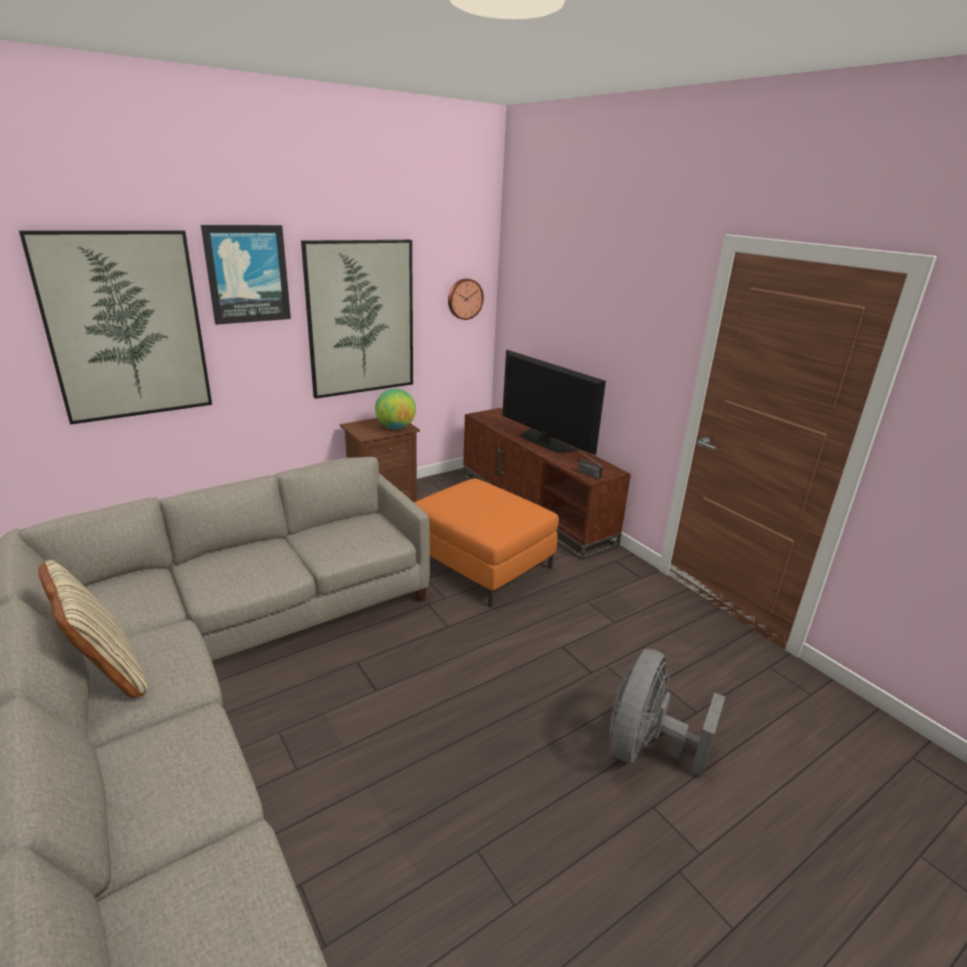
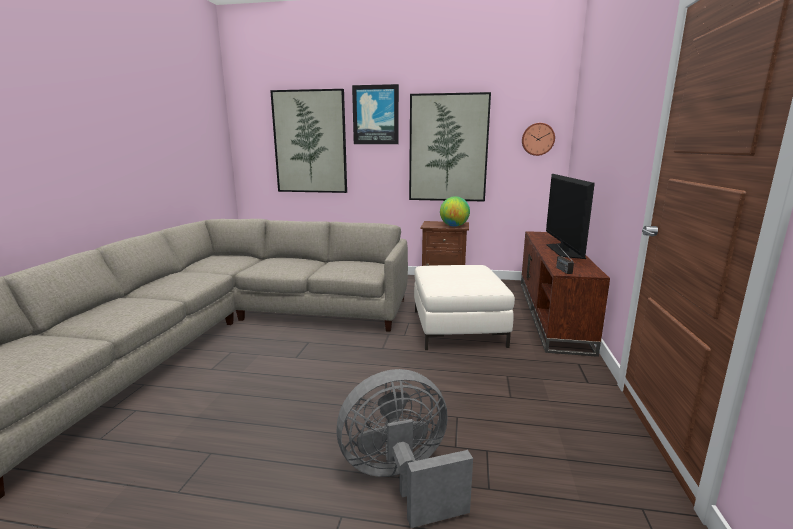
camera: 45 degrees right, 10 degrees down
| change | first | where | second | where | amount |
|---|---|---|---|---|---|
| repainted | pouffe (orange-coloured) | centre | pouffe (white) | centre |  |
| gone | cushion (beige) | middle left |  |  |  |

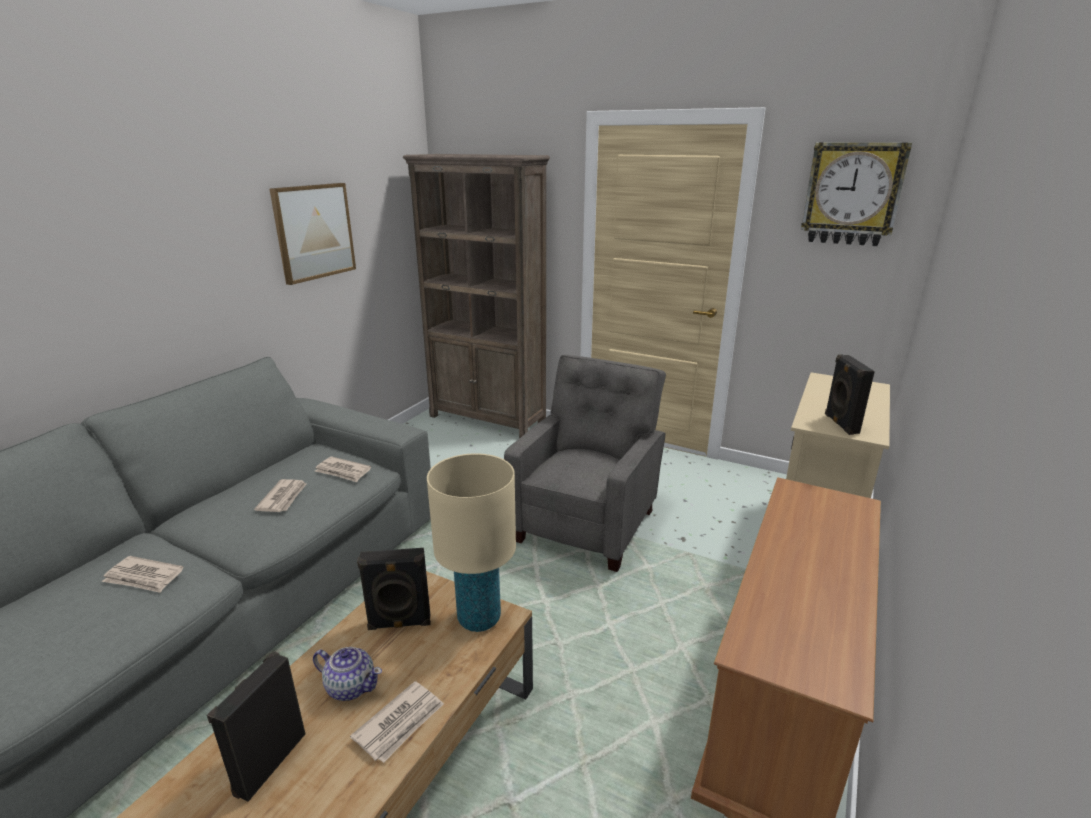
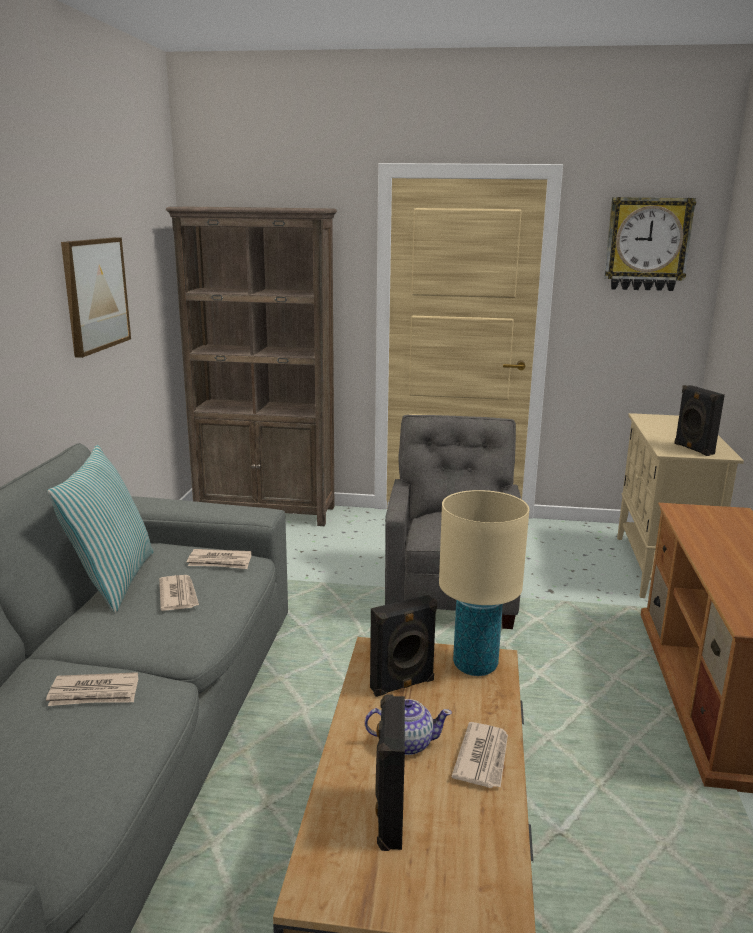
camera: 20 degrees left, 5 degrees down
| change | first | where | second | where | amount |
|---|---|---|---|---|---|
| new |  |  | cushion | middle left |  |

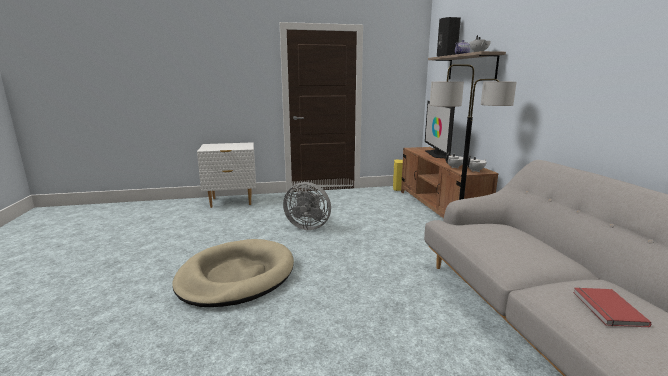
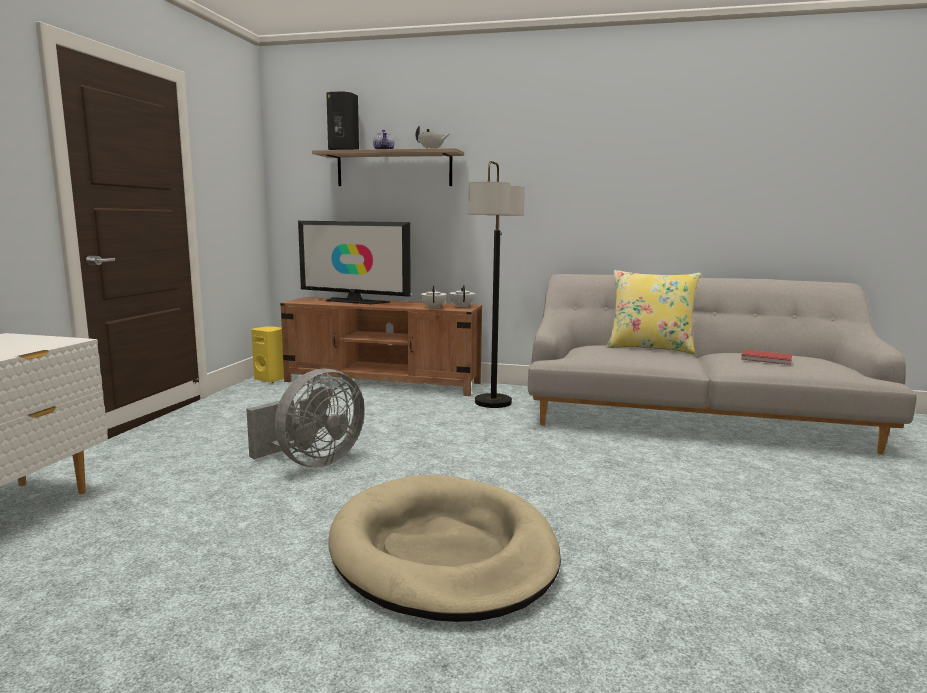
camera: 65 degrees left, 5 degrees down
| change | first | where | second | where | amount |
|---|---|---|---|---|---|
| new |  |  | cushion (yellowish) | middle right |  |

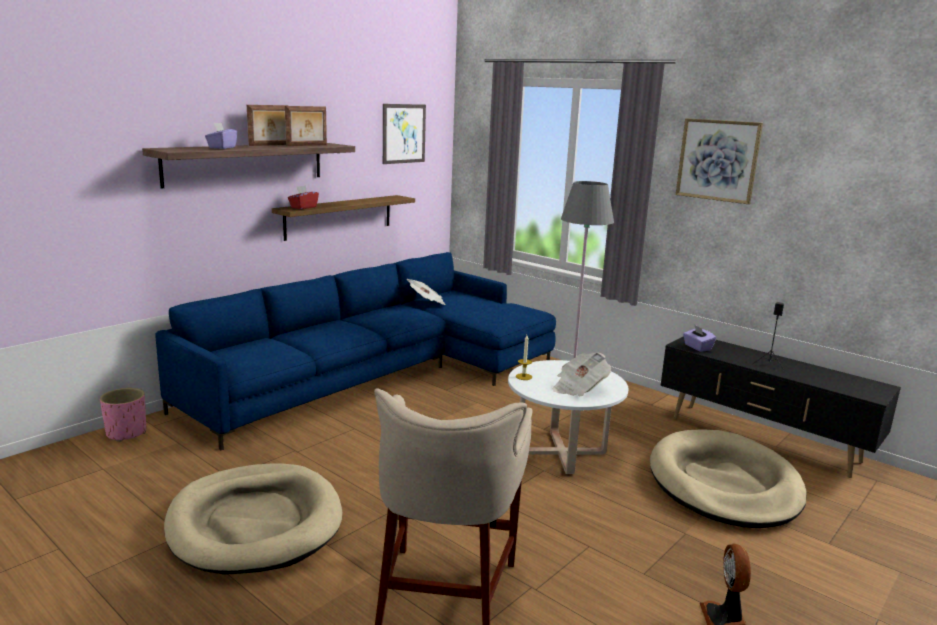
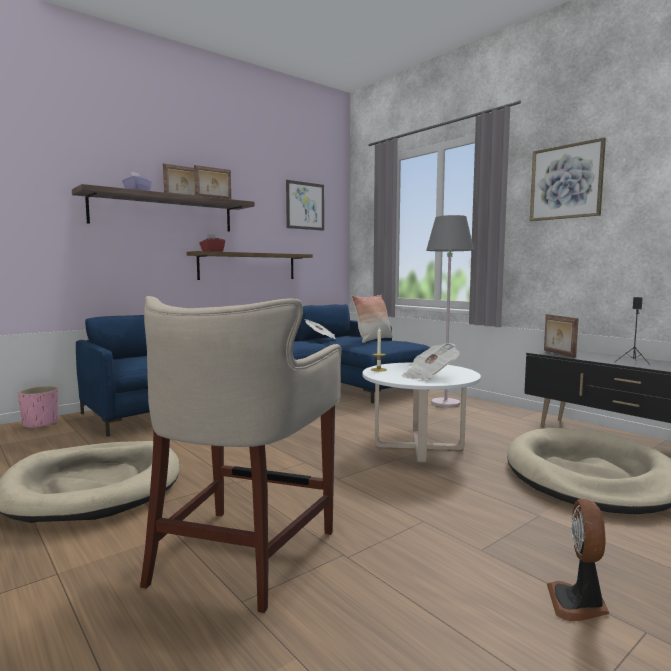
camera: 10 degrees right, 10 degrees down
| change | first | where | second | where | amount |
|---|---|---|---|---|---|
| new |  |  | cushion | centre |  |
| swapped | tissue box (purple) (no. 2 from left) | middle right | standing frame (no. 3 from left) | middle right |  |

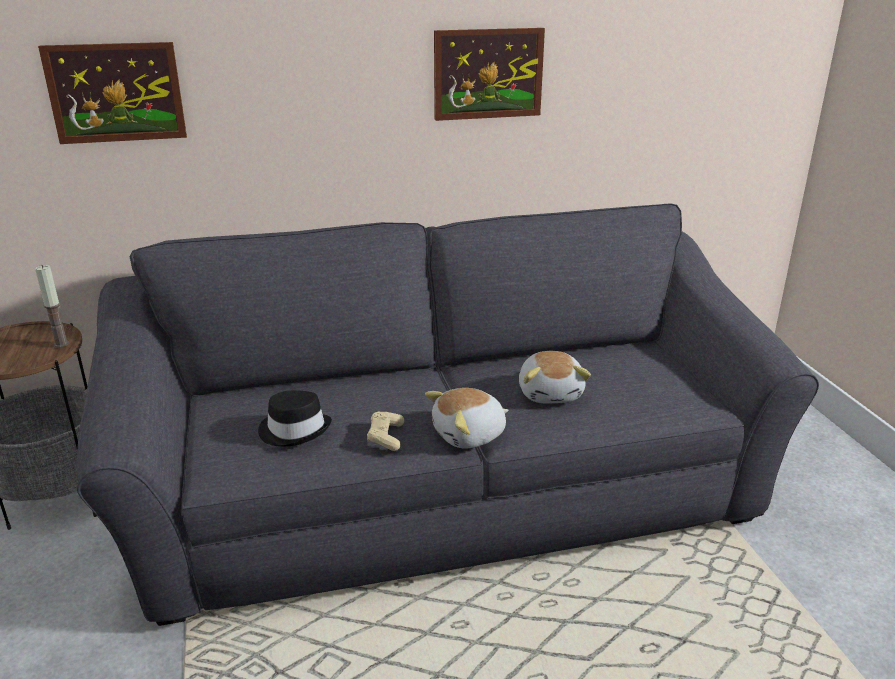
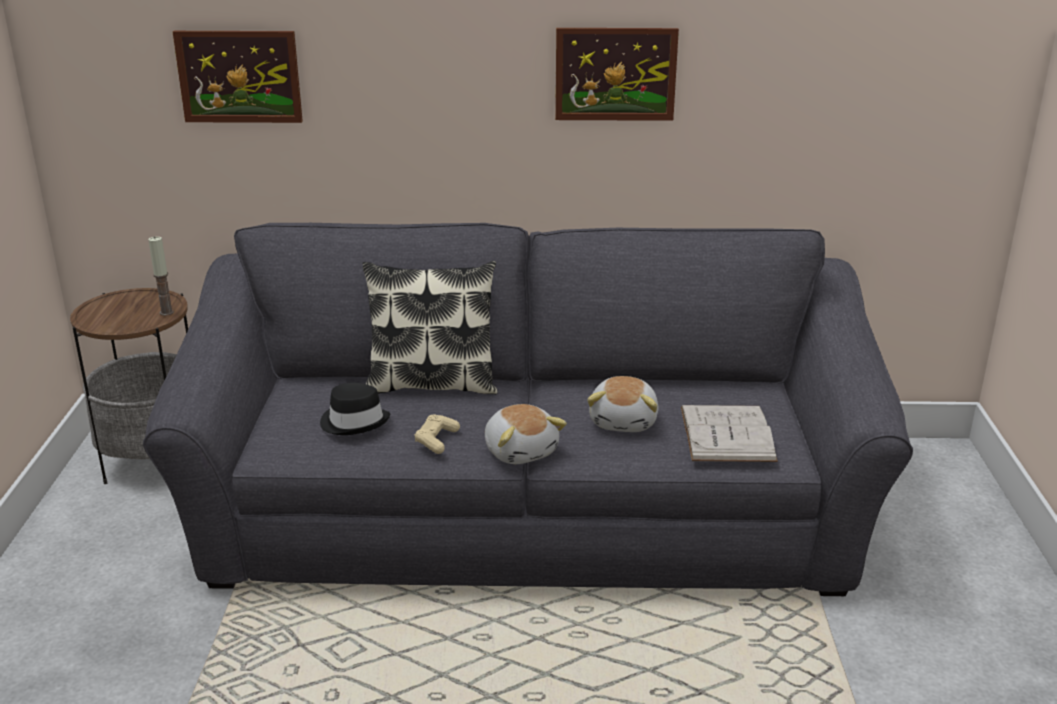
camera: 15 degrees right, 0 degrees up
| change | first | where | second | where | amount |
|---|---|---|---|---|---|
| new |  |  | cushion | centre |  |
| rotated | soft toy (no. 1 from left) | centre |  | centre | 105 degrees counterclockwise |
| new |  |  | volume (white) | middle right |  |

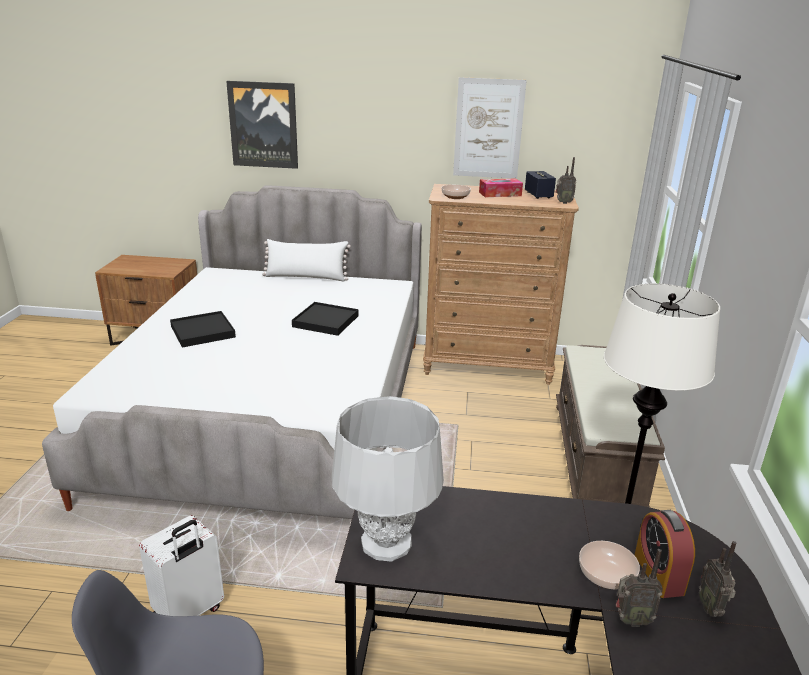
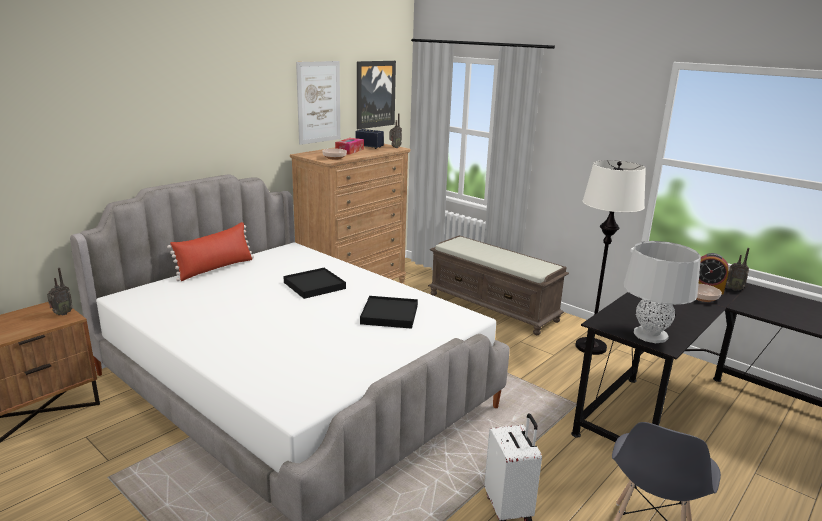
camera: 55 degrees left, 5 degrees down
| change | first | where | second | where | amount |
|---|---|---|---|---|---|
| shifted | radio (no. 2 from left in the first image) | bottom right | radio (no. 1 from left) | middle left |  |
| repainted | cushion (white) | centre | cushion (red) | middle left |  |
| shifted | wall picture (no. 1 from left in the first image) | top left | wall picture (no. 2 from left) | top centre |  |
| shifted | tray (blackish) (no. 1 from left in the first image) | middle left | tray (blackish) (no. 2 from left) | centre |  |

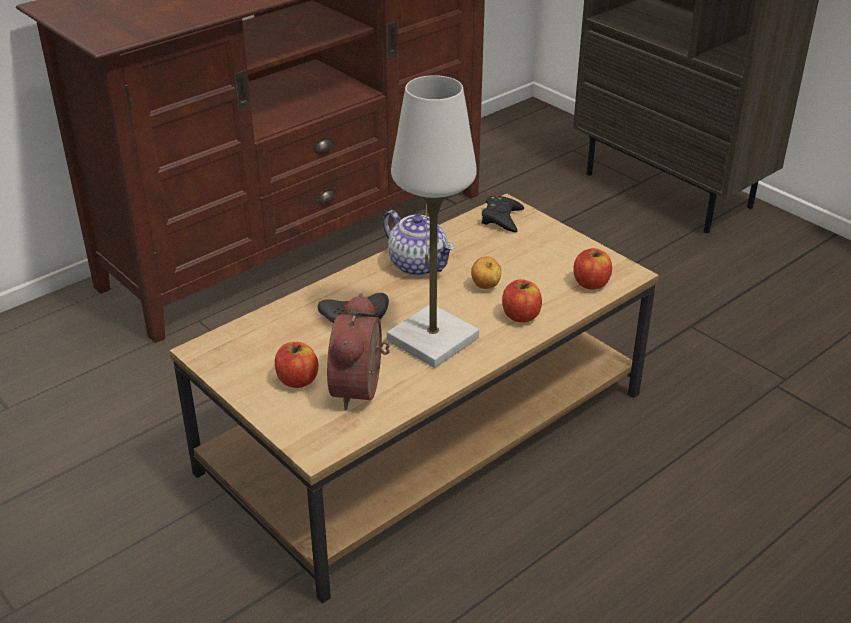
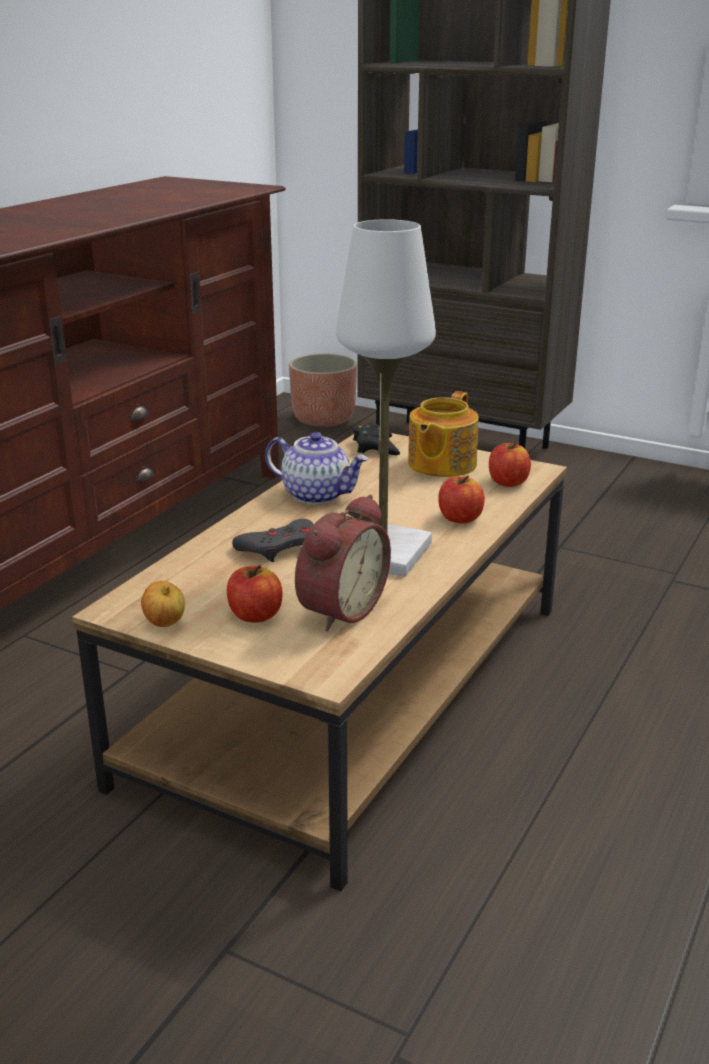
camera: 20 degrees left, 10 degrees down
| change | first | where | second | where | amount |
|---|---|---|---|---|---|
| shifted | whole apple (no. 2 from left in the first image) | centre | whole apple (no. 1 from left) | middle left |  |
| new |  |  | flower pot | centre |  |
| rotated | table clock | centre |  | centre | 135 degrees counterclockwise |
| new |  |  | tea pot (no. 2 from left) | centre |  |

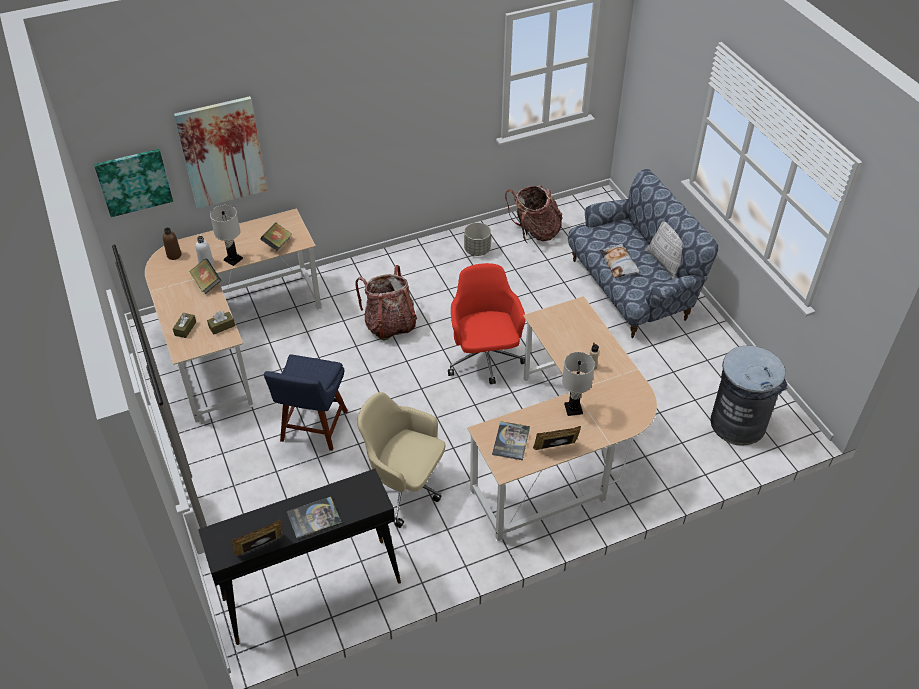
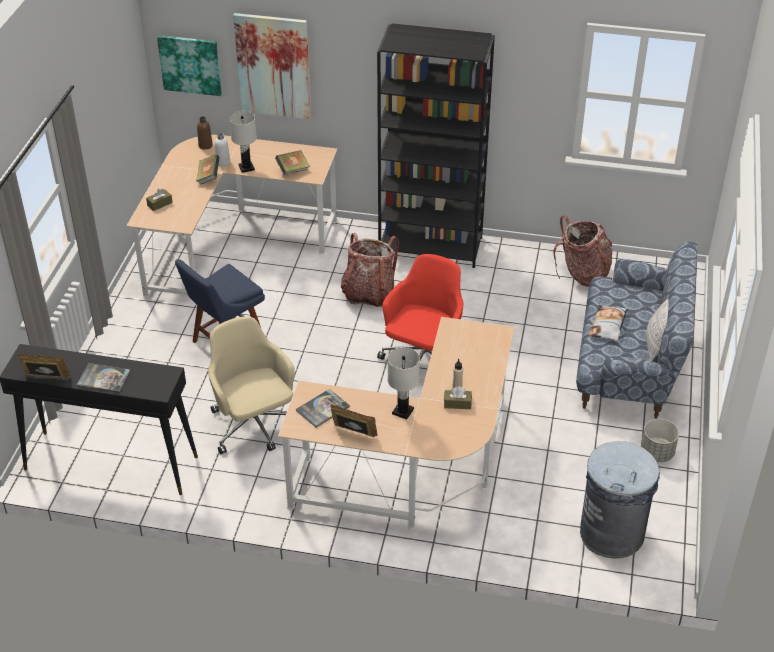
camera: 35 degrees right, 5 degrees down
| change | first | where | second | where | amount |
|---|---|---|---|---|---|
| new |  |  | bookshelf (blackish) | top centre |  |
| shifted | tissue box (brownish) (no. 2 from left) | middle left |  | centre |  |
| shifted | flower pot (gray) | centre |  | bottom right |  |

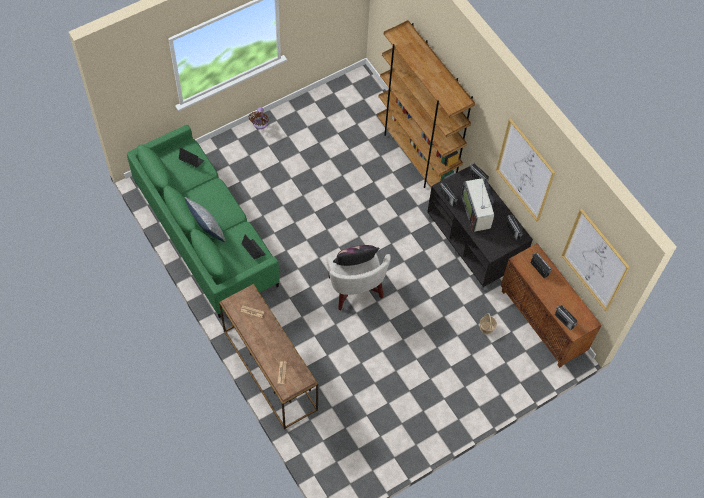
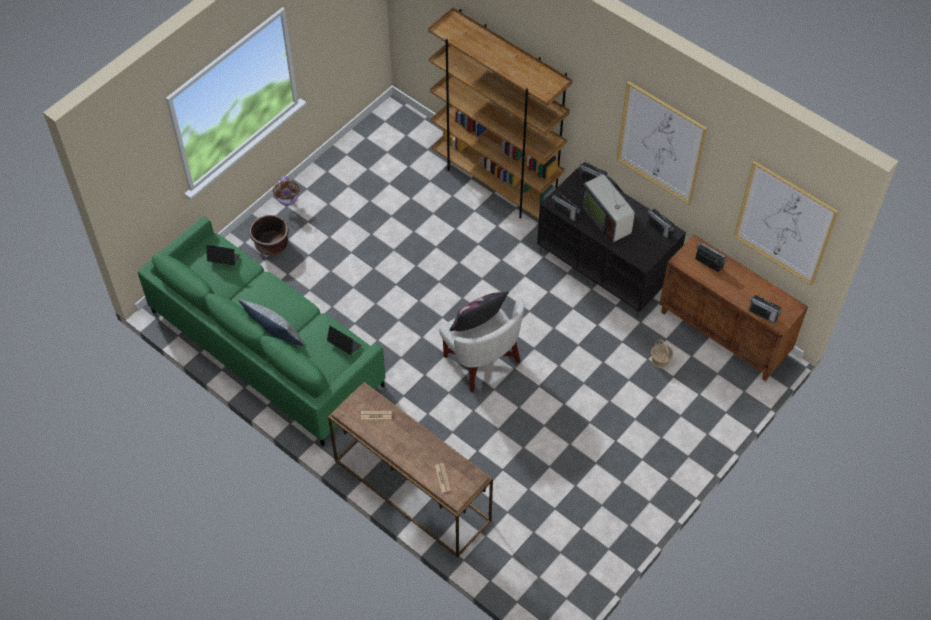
camera: 15 degrees left, 5 degrees down
| change | first | where | second | where | amount |
|---|---|---|---|---|---|
| new |  |  | flower pot (brownish) | middle left |  |

